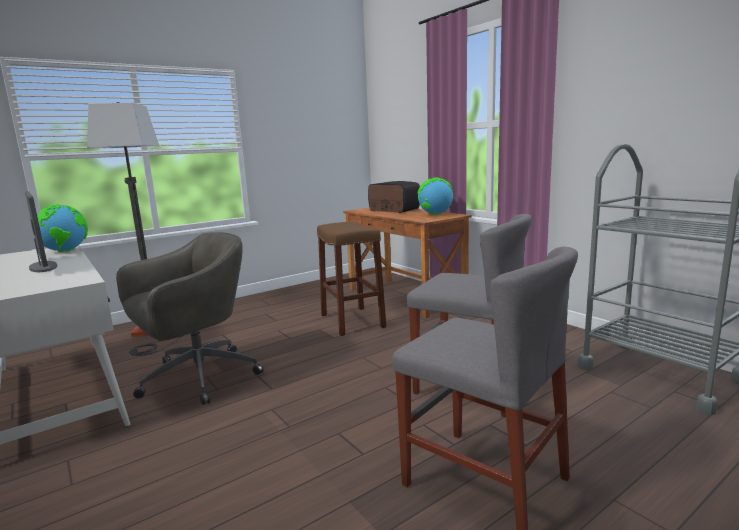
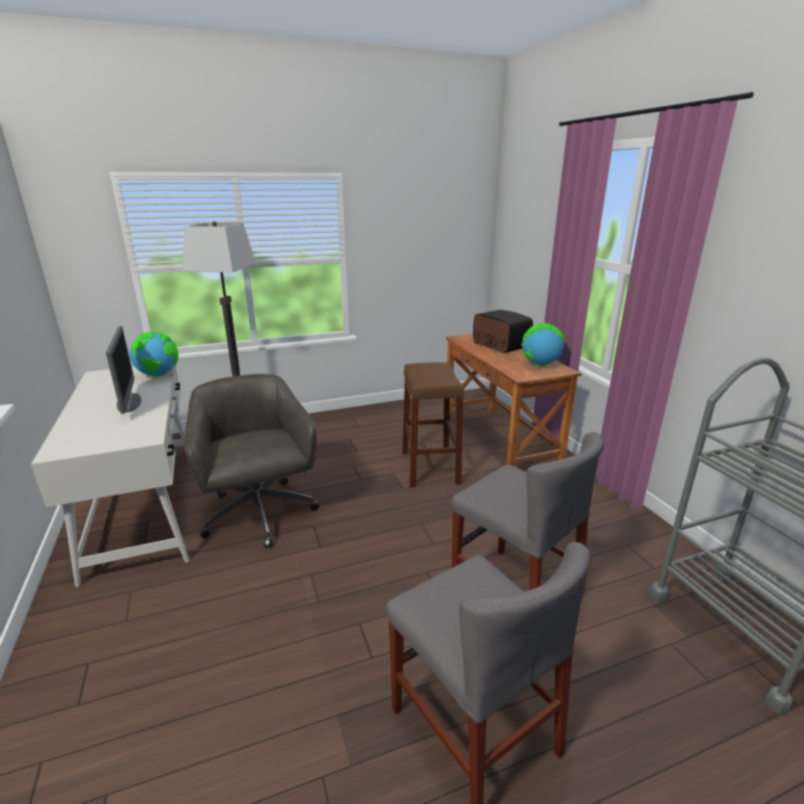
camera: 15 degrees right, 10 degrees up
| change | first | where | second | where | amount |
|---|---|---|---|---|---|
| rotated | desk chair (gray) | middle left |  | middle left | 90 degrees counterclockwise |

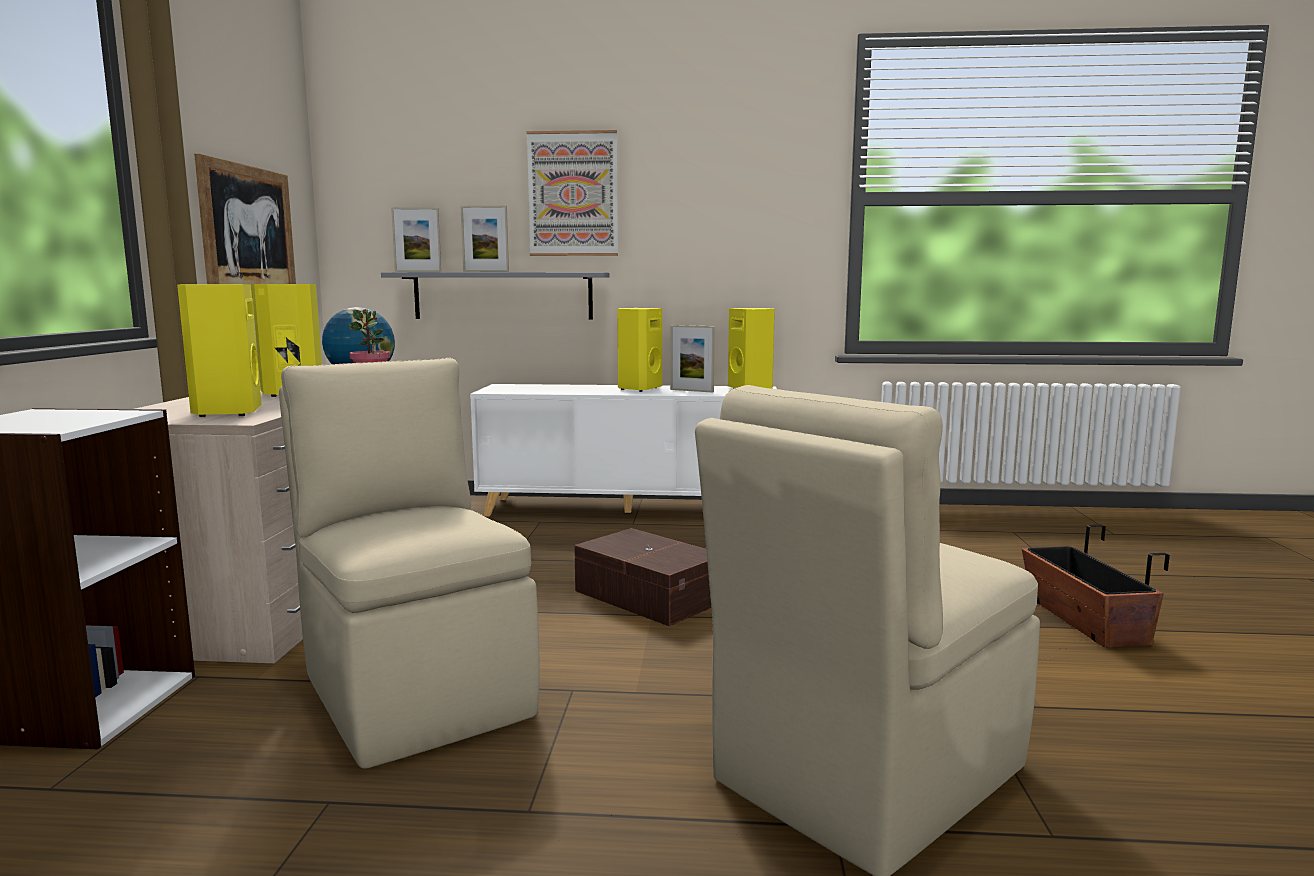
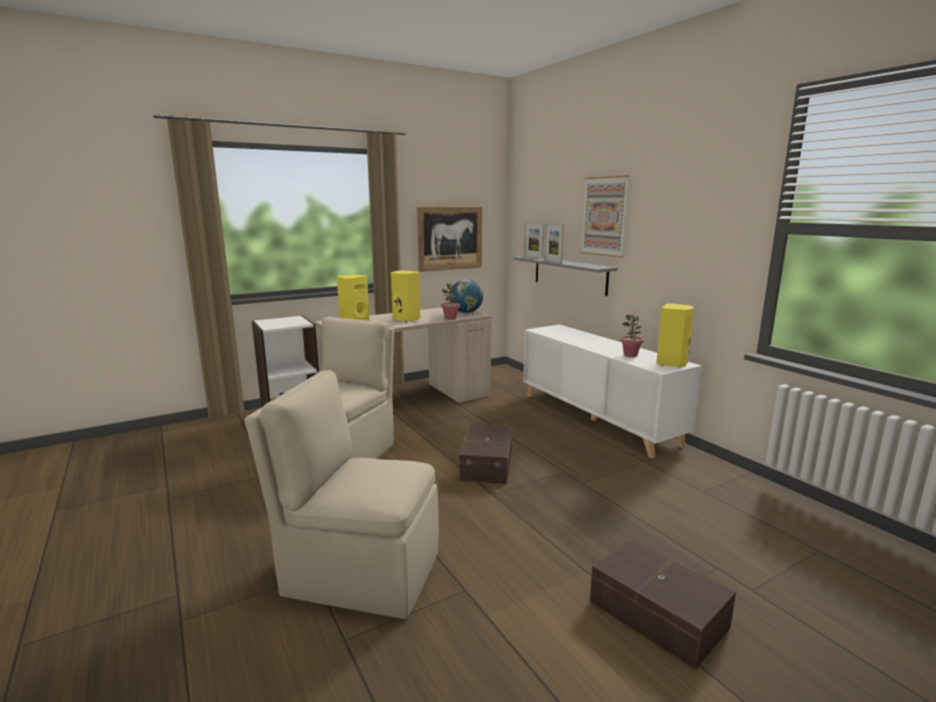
camera: 55 degrees right, 5 degrees up
| change | first | where | second | where | amount |
|---|---|---|---|---|---|
| swapped | flower pot | bottom right | storage container (brownish) (no. 2 from left) | bottom right |  |
| swapped | standing frame (no. 3 from left) | centre | plant in a pot (no. 2 from left) | middle right |  |
| gone | loudspeaker (yellowish) (no. 3 from left) | centre |  |  |  |

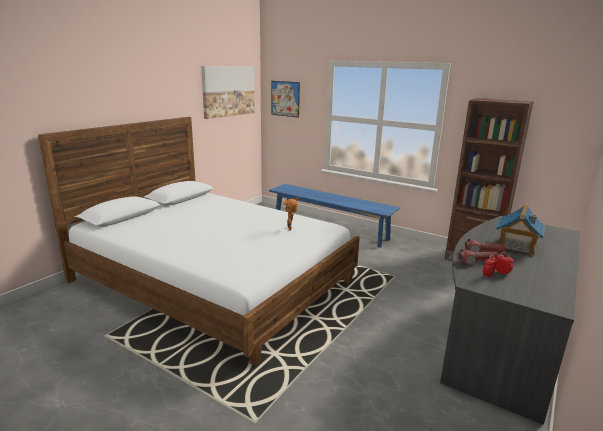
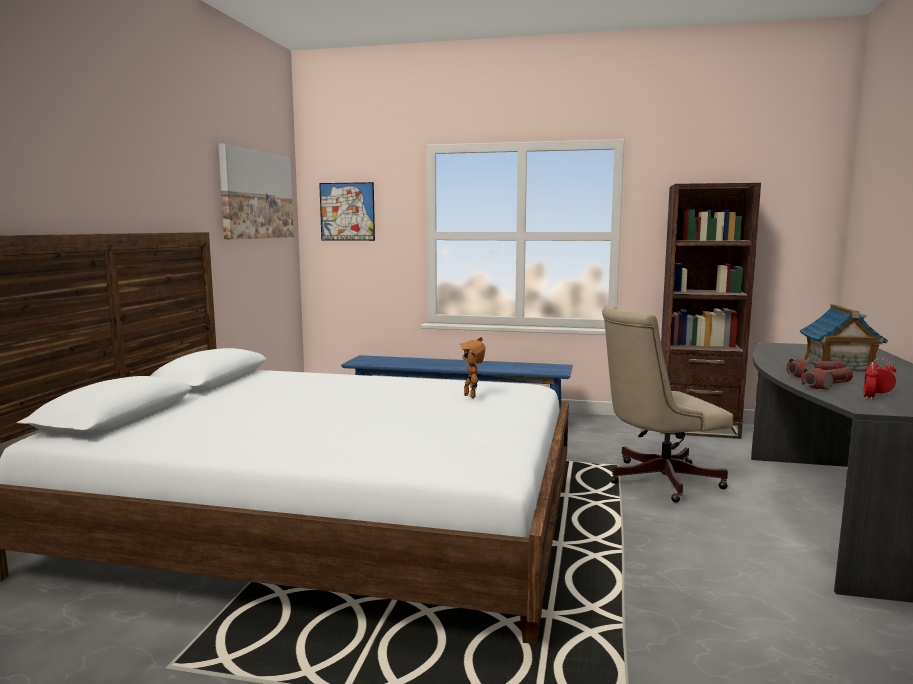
camera: 20 degrees left, 10 degrees down
| change | first | where | second | where | amount |
|---|---|---|---|---|---|
| new |  |  | desk chair (beige) | middle right |  |

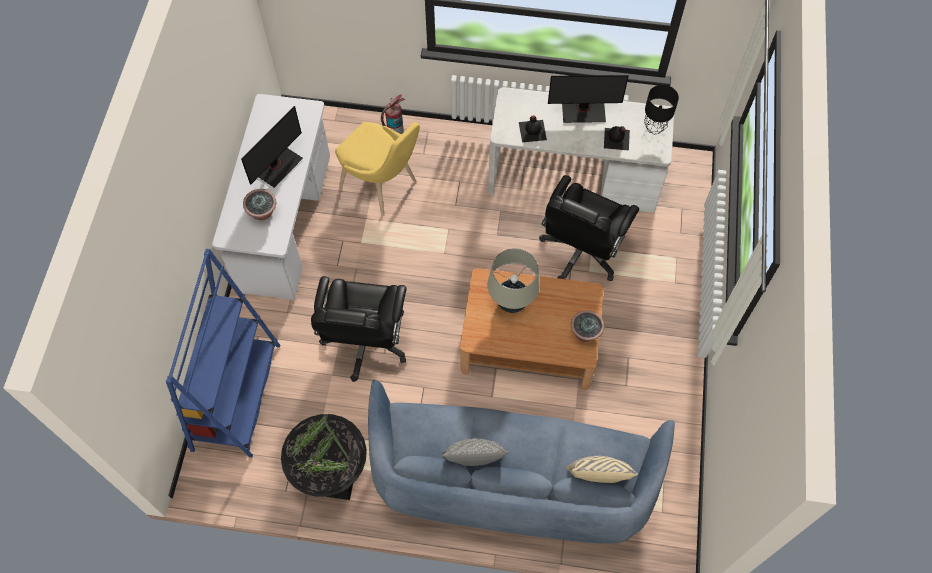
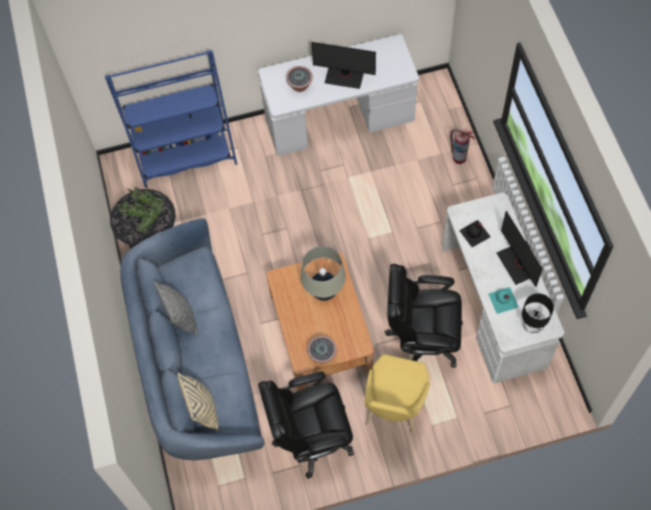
camera: 70 degrees right, 0 degrees up
| change | first | where | second | where | amount |
|---|---|---|---|---|---|
| shifted | desk chair (blackish) (no. 1 from left) | centre |  | bottom centre |  |
| shifted | chair (yellowish) | top centre |  | bottom centre |  |
| repainted | beverage bottle (blackish) (no. 2 from left) | top centre | beverage bottle (turquoise-coloured) | middle right |  |

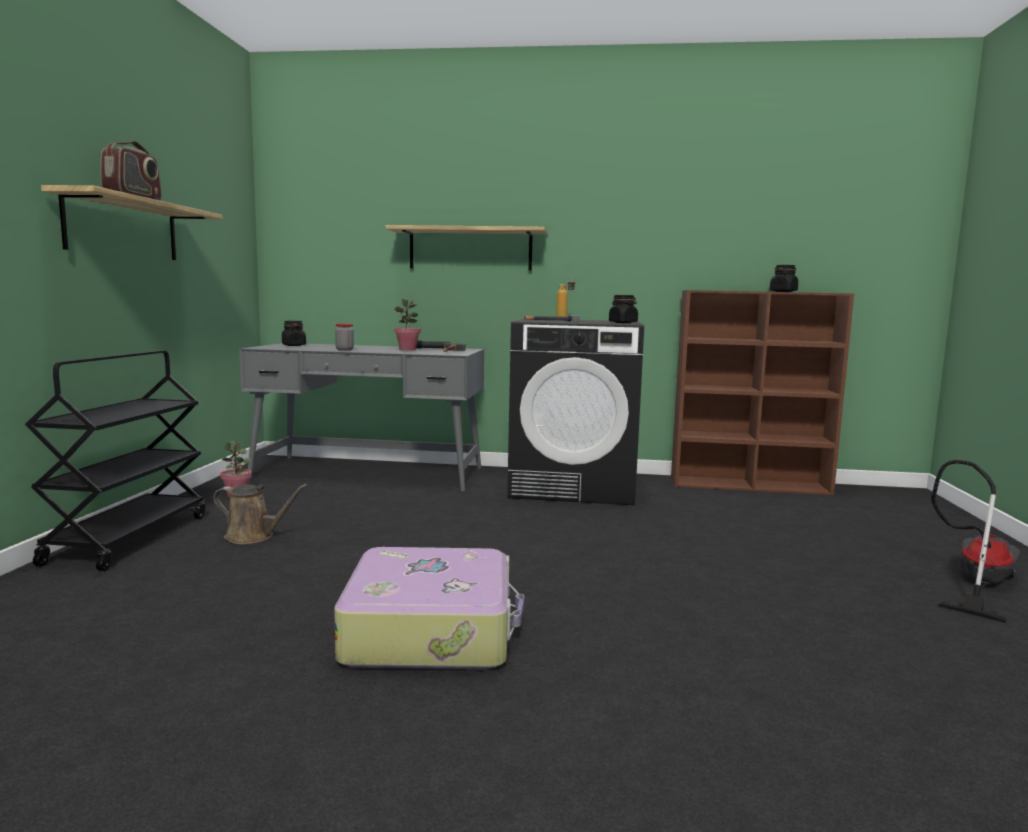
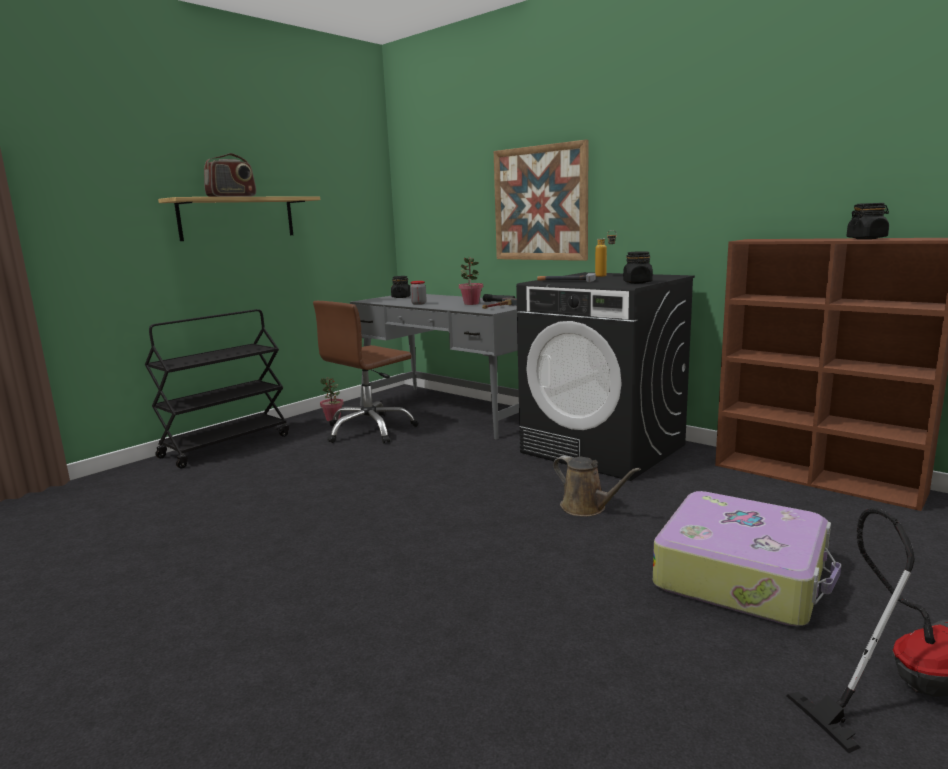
camera: 35 degrees right, 5 degrees up
| change | first | where | second | where | amount |
|---|---|---|---|---|---|
| new |  |  | desk chair (brownish) | centre |  |
| swapped | wall shelf (no. 2 from left) | top centre | wall picture | top centre |  |
| shifted | watering can (brownish) | middle left |  | centre |  |
| shifted | travel case | bottom centre |  | bottom right |  |

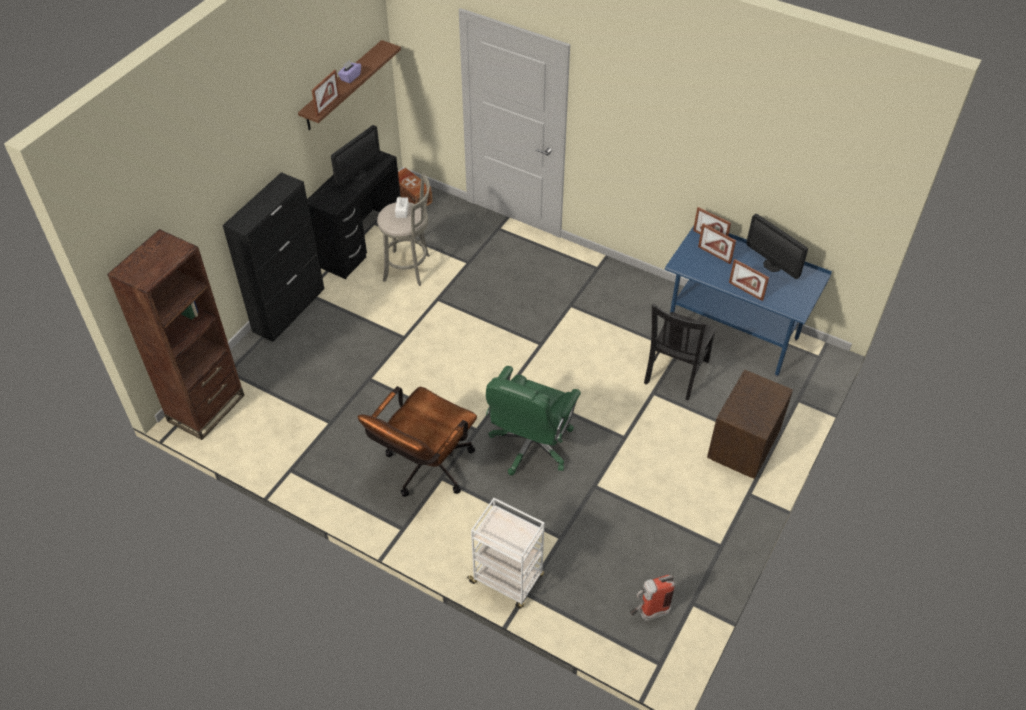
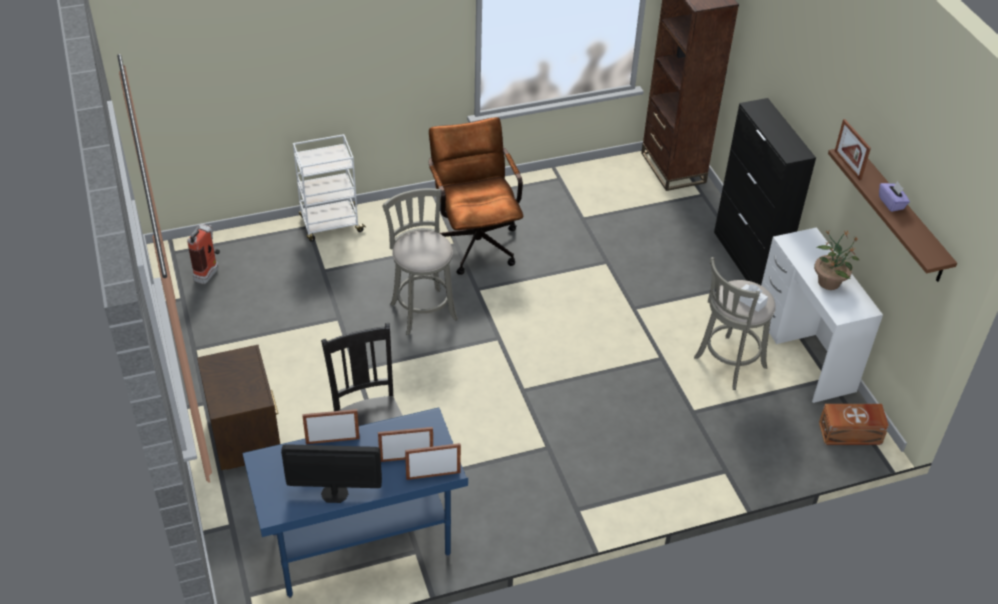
camera: 130 degrees right, 5 degrees down
| change | first | where | second | where | amount |
|---|---|---|---|---|---|
| swapped | desk chair (green-coloured) | centre | stool (gray) (no. 1 from left) | centre |  |
| repainted | desk table (blackish) | top centre | desk table (white) | middle right |  |
| swapped | monitor (no. 1 from left) | top centre | plant in a pot | middle right |  |

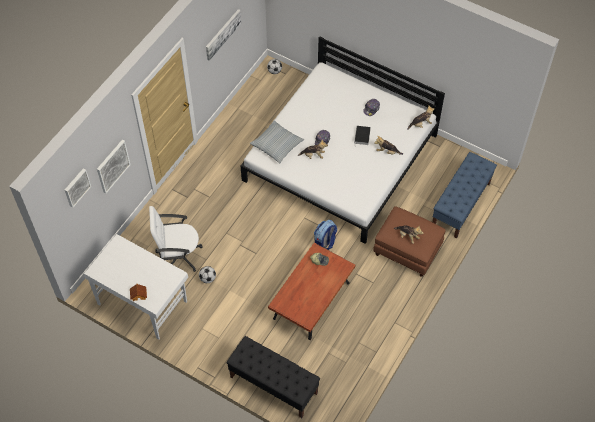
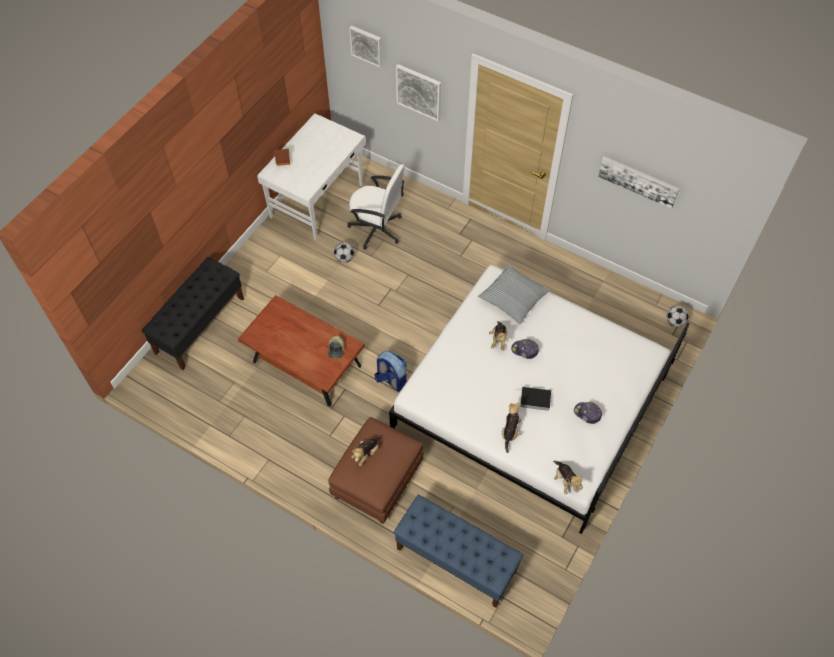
camera: 90 degrees right, 0 degrees up
| change | first | where | second | where | amount |
|---|---|---|---|---|---|
| rotated | desk chair (white) | middle left |  | top centre | 120 degrees clockwise |

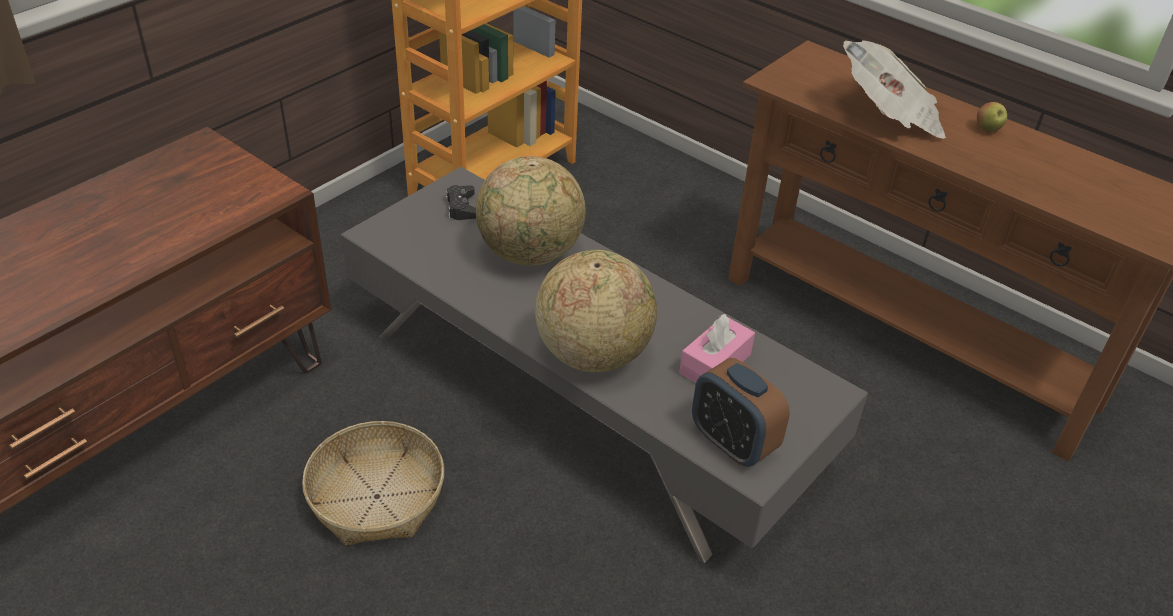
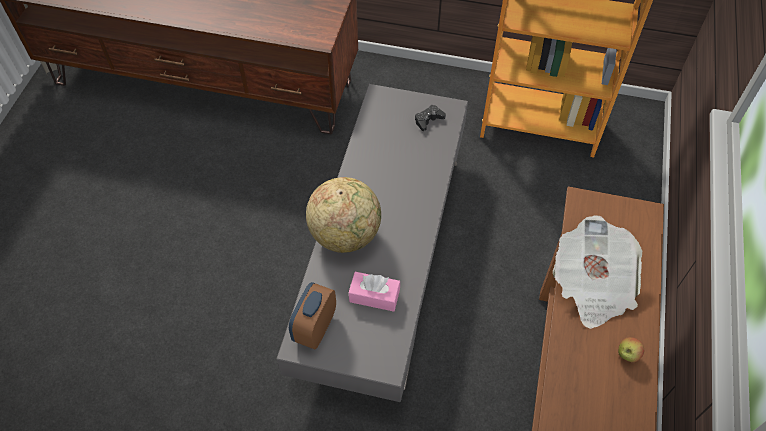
camera: 65 degrees right, 15 degrees up
| change | first | where | second | where | amount |
|---|---|---|---|---|---|
| gone | basket | bottom left |  |  |  |
| gone | globe (no. 1 from left) | centre |  |  |  |

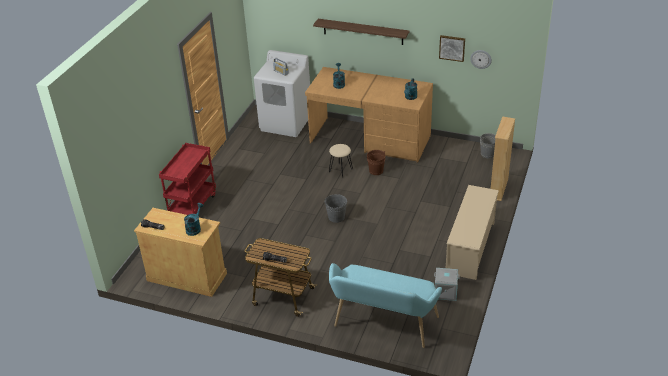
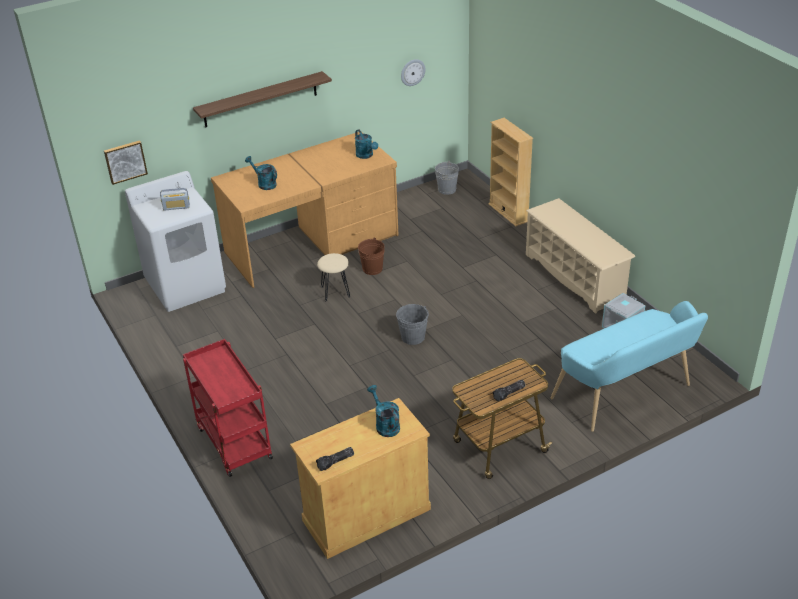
camera: 50 degrees left, 0 degrees up
| change | first | where | second | where | amount |
|---|---|---|---|---|---|
| shifted | wall picture | top right |  | top left |  |

